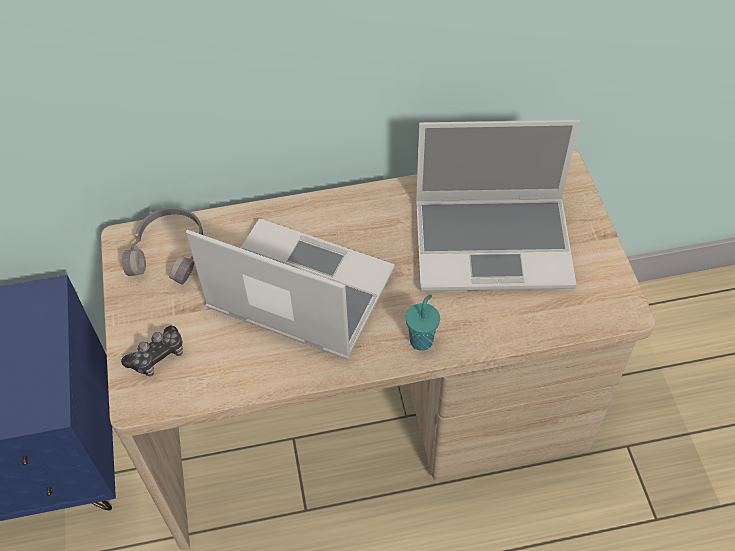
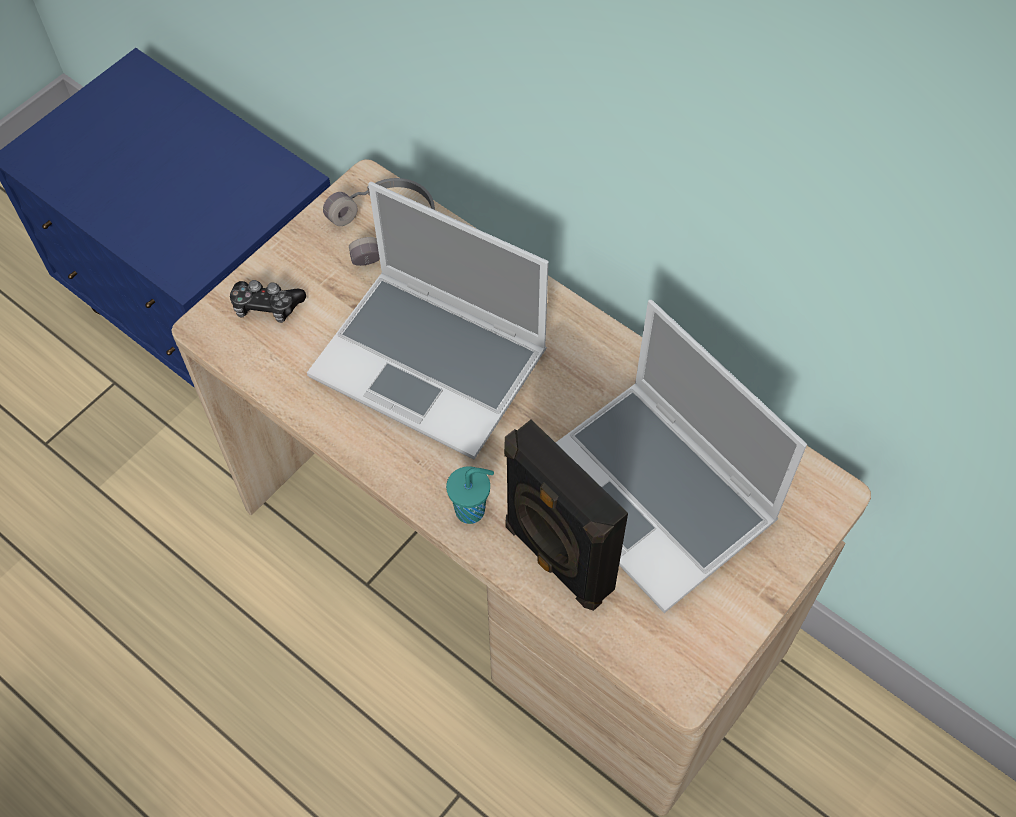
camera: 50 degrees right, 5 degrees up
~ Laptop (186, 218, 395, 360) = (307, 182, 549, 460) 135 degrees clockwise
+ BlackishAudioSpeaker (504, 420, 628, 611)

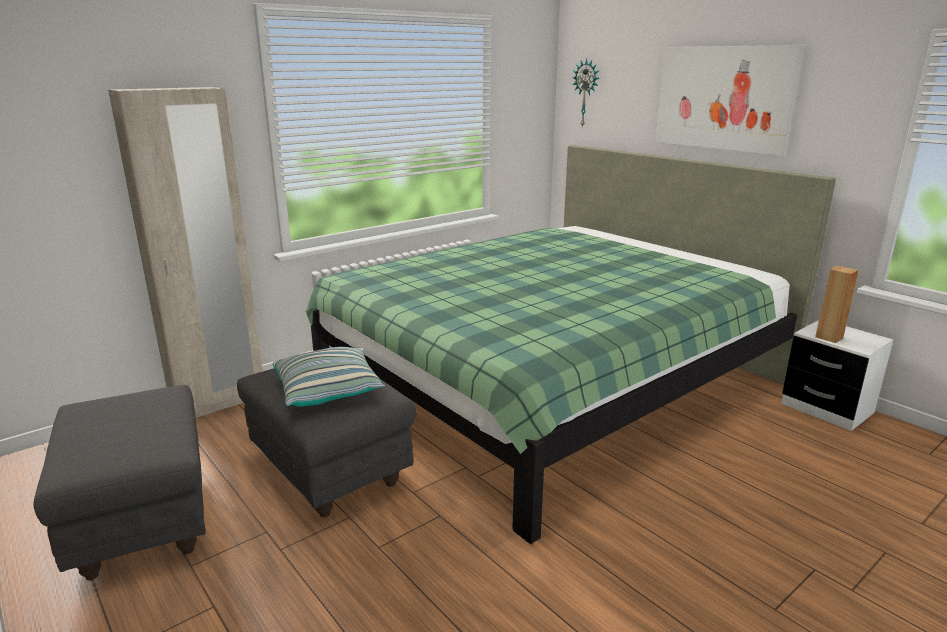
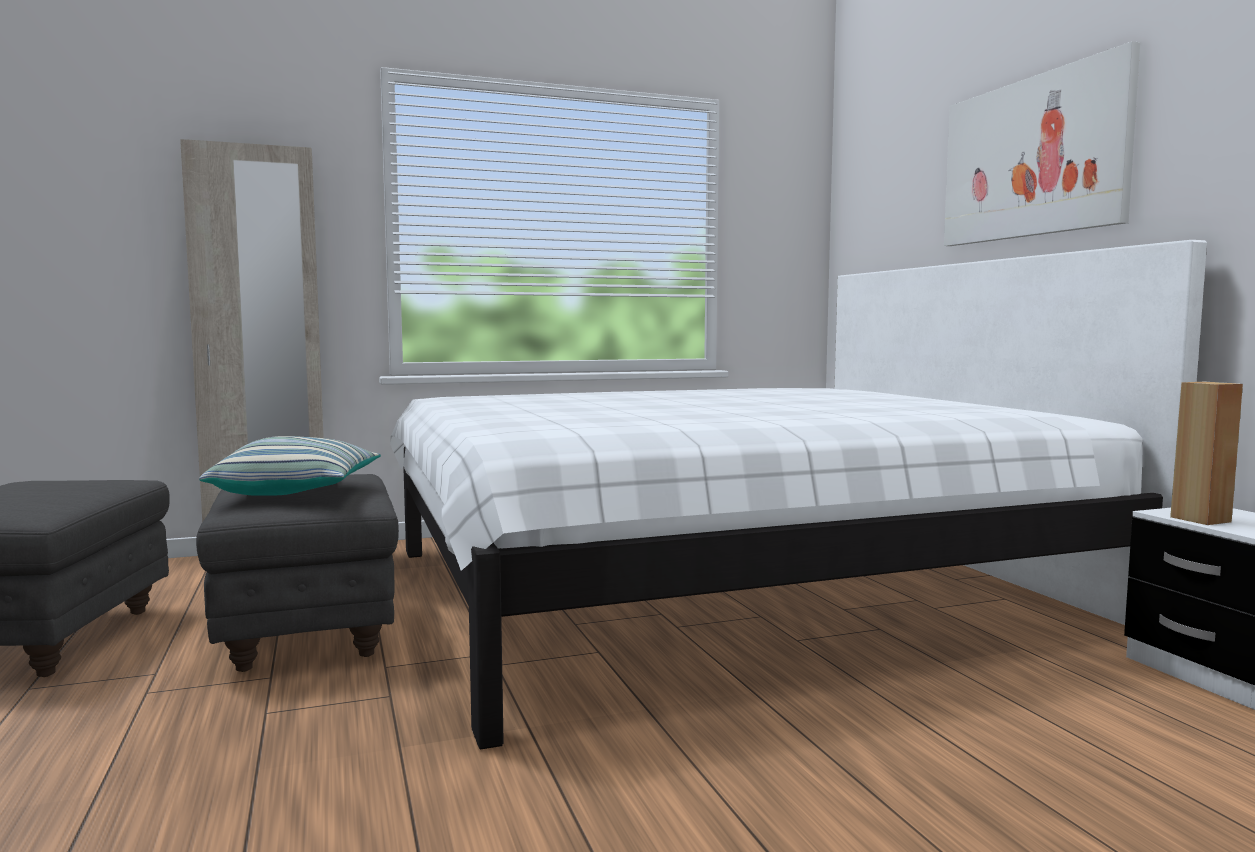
camera: 20 degrees right, 15 degrees down
~ GreenishBed (306, 145, 836, 544) to WhiteBed (390, 240, 1207, 750)
- ClockOnTheWall (572, 58, 600, 128)

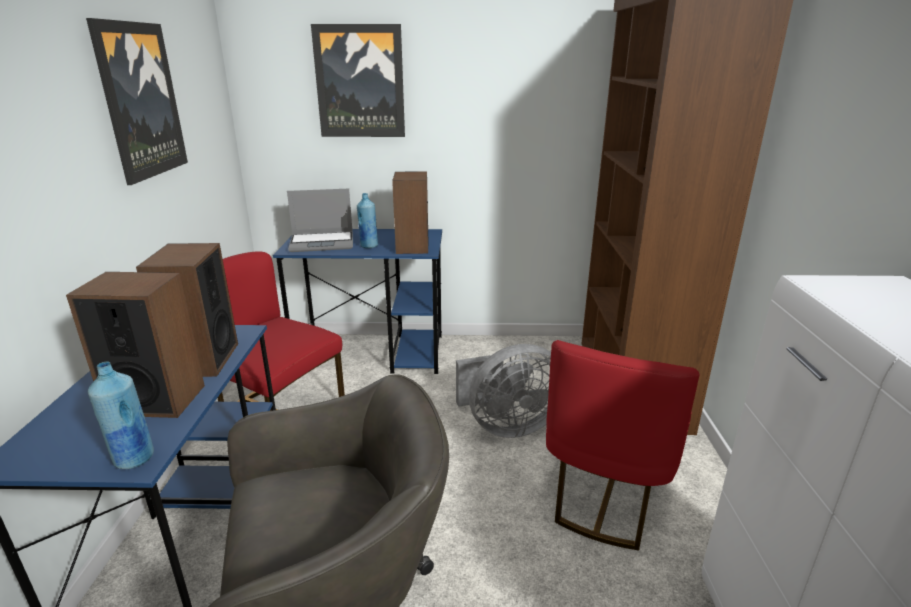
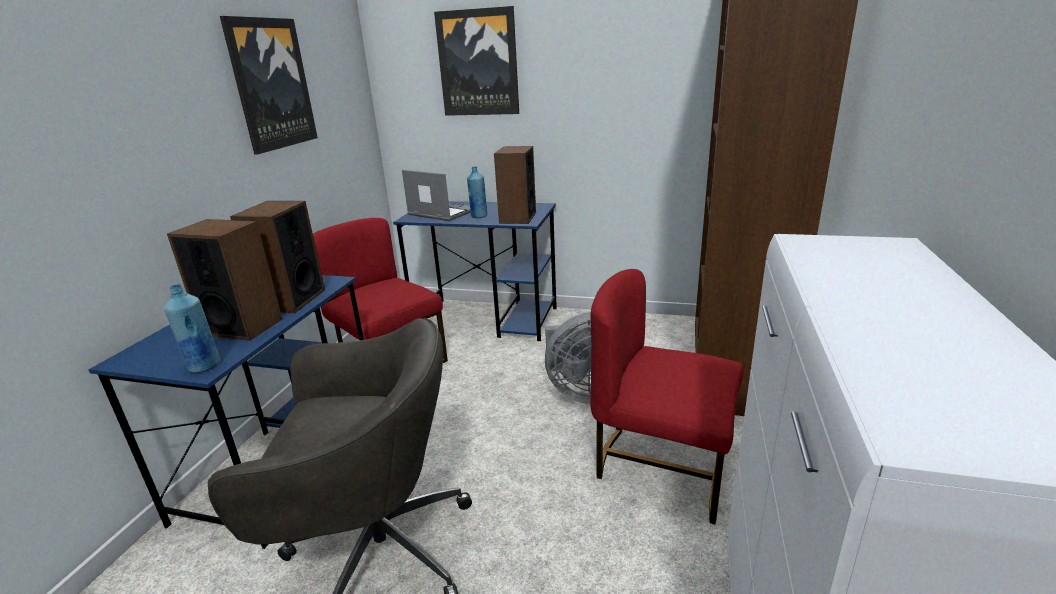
camera: 15 degrees right, 0 degrees up
~ Laptop (287, 189, 353, 252) = (402, 170, 471, 221) 150 degrees counterclockwise
~ RedColouredChair (546, 340, 700, 551) = (590, 269, 743, 524) 75 degrees clockwise

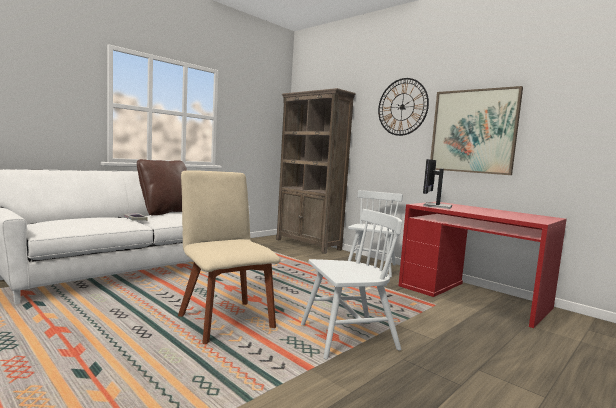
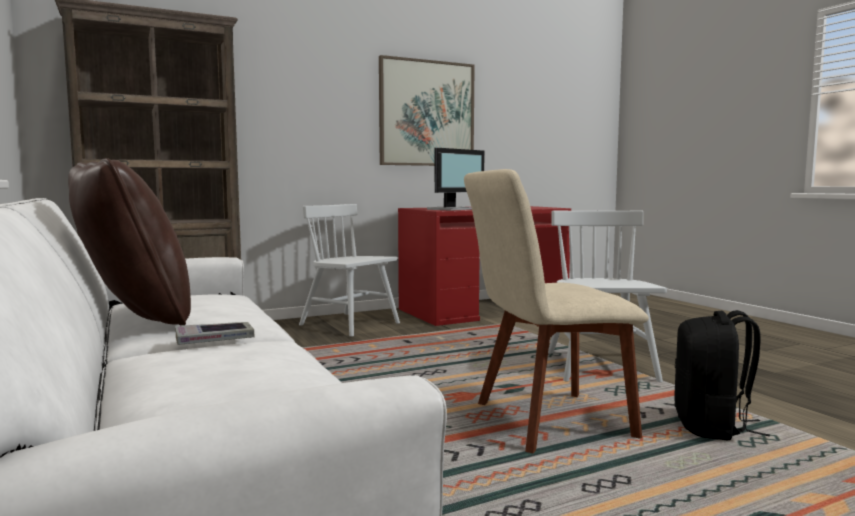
camera: 70 degrees left, 0 degrees up
- ClockOnTheWall (378, 78, 429, 136)
~ Monitor (423, 159, 452, 209) = (427, 148, 484, 211) 90 degrees counterclockwise
+ BlackishKnapsack (674, 310, 770, 441)

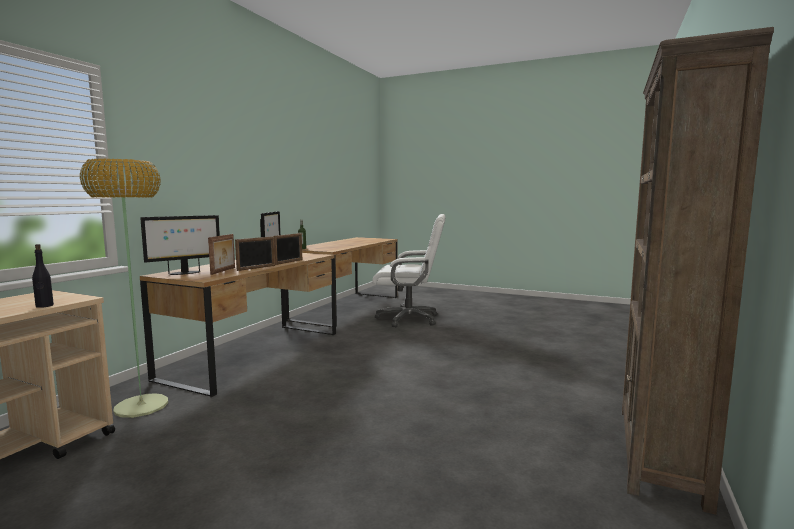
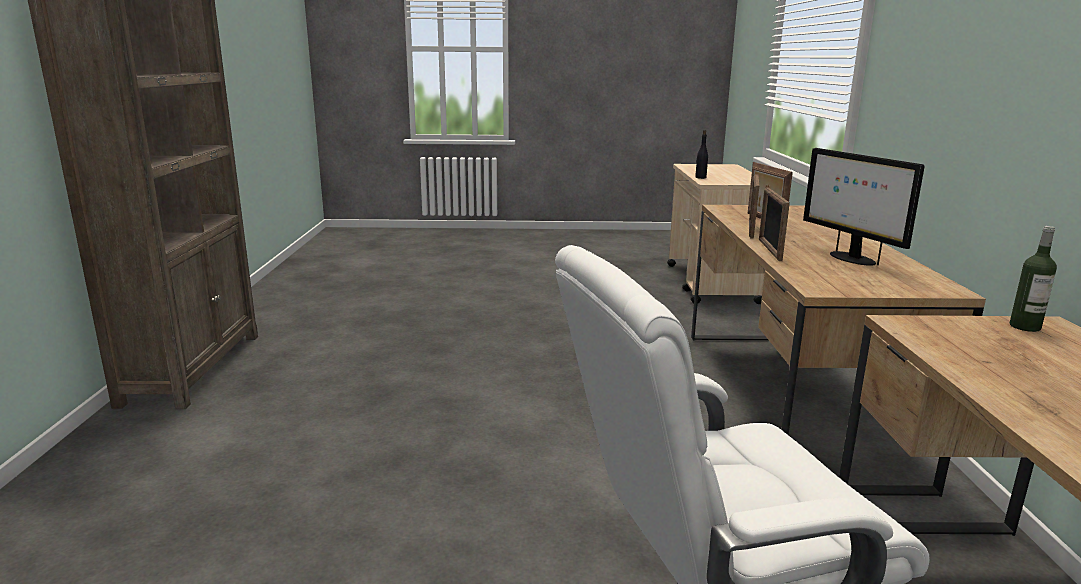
camera: 155 degrees right, 10 degrees up
- StandardLamp (80, 158, 168, 418)
- Monitor (140, 215, 220, 275)

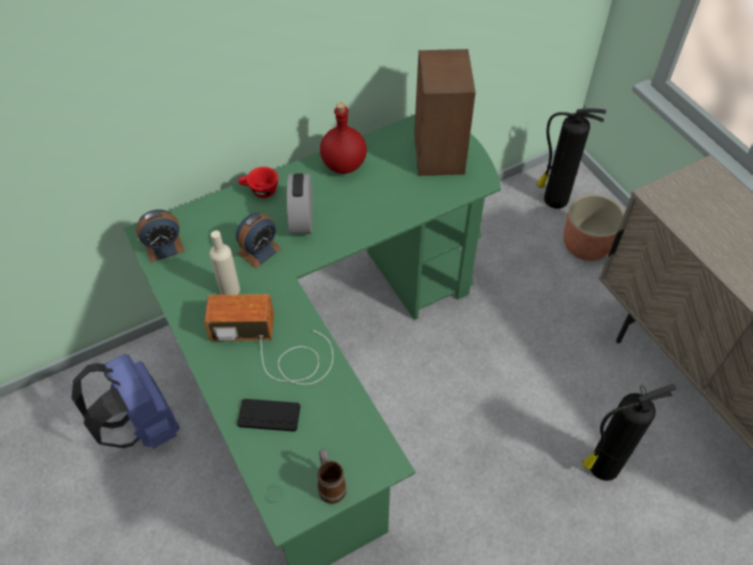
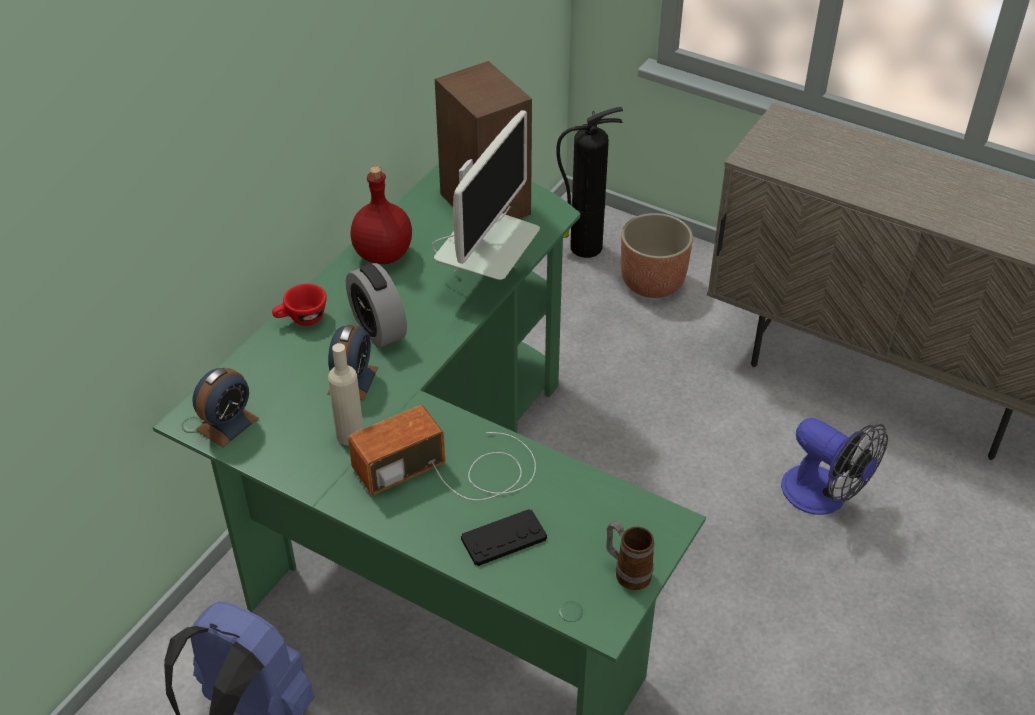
camera: 30 degrees left, 10 degrees down
~ Extinguisher (582, 384, 676, 481) to ElectricFan (781, 418, 888, 515)
+ Monitor (432, 110, 540, 280)

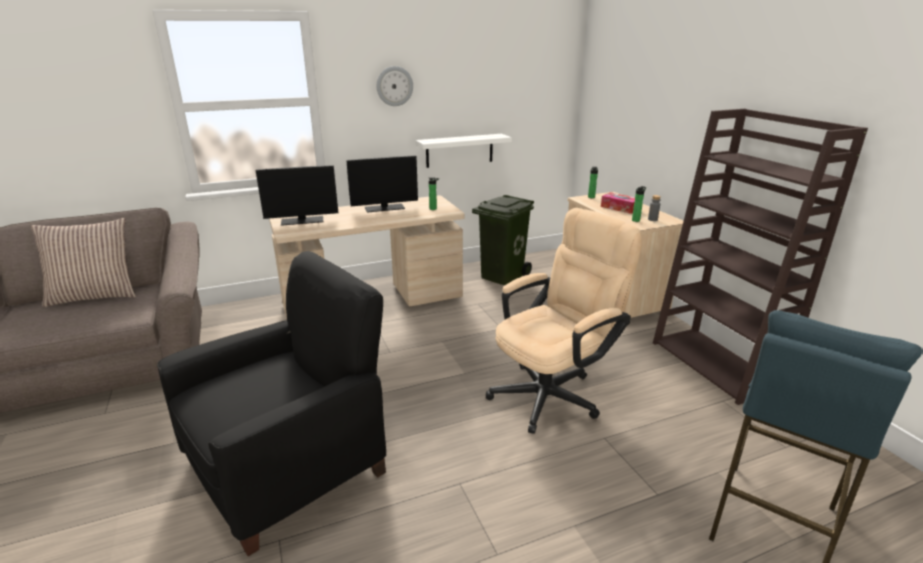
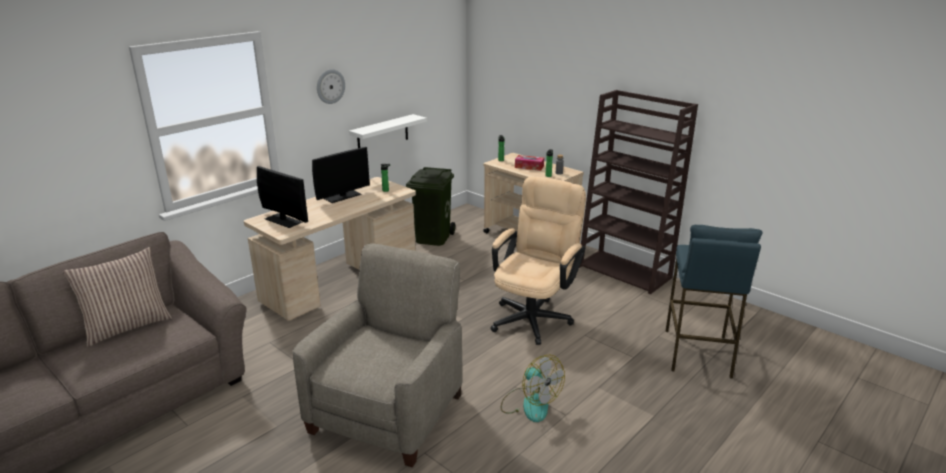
camera: 25 degrees left, 0 degrees up
~ BlackishArmchair (157, 251, 386, 556) to BeigeArmchair (292, 243, 463, 467)
~ Monitor (256, 165, 338, 226) = (257, 166, 308, 228) 105 degrees counterclockwise
+ ElectricFan (501, 355, 565, 422)

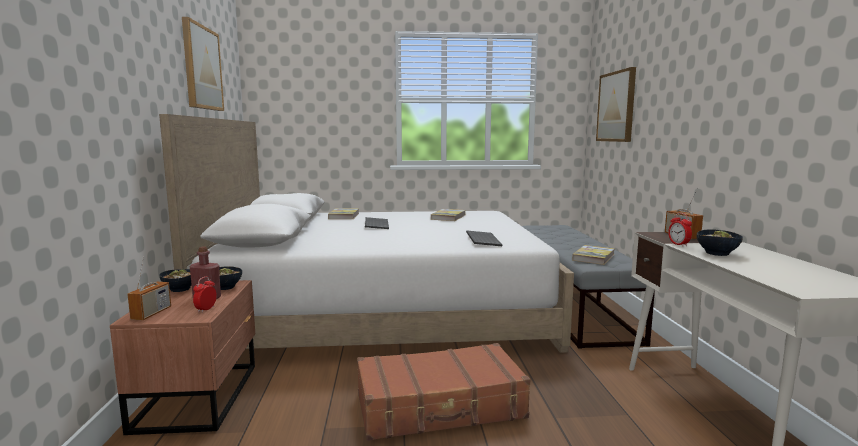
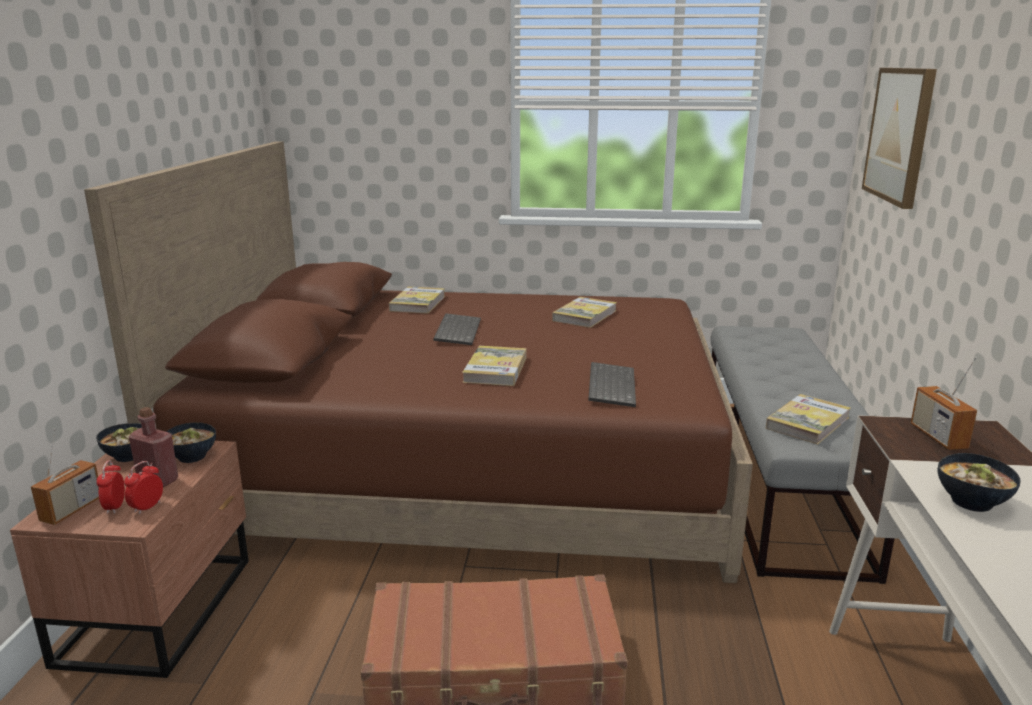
camera: 10 degrees right, 10 degrees up
~ WhiteBed (159, 114, 574, 353) to BrownColouredBed (84, 141, 753, 583)
- Picture (182, 17, 224, 111)
~ TableClock (668, 213, 692, 246) to (96, 460, 125, 514)
+ Volume (462, 346, 527, 386)

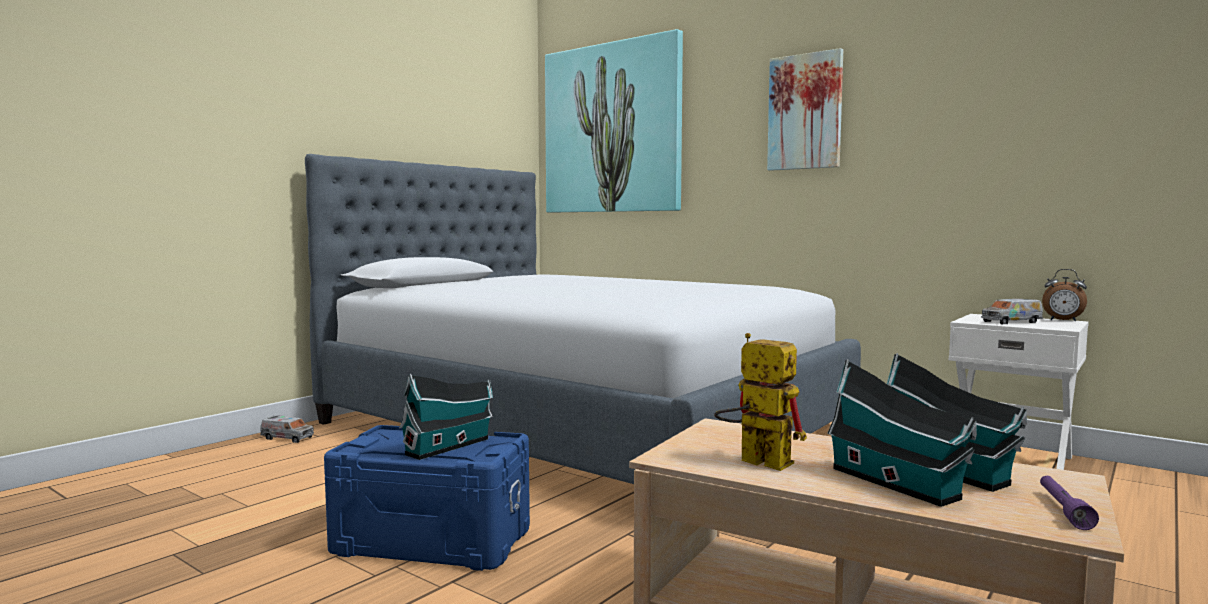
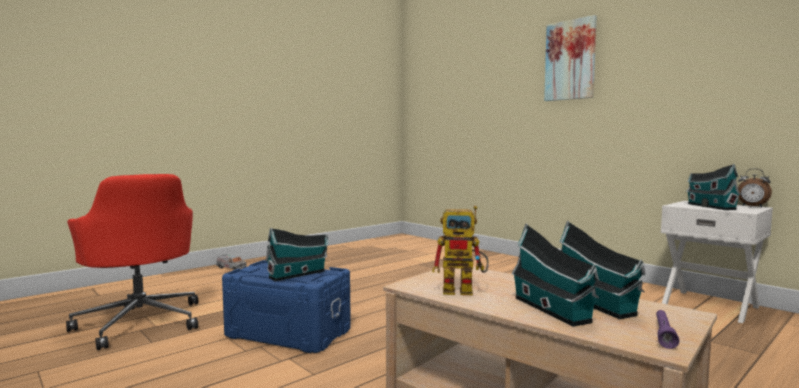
camera: 10 degrees right, 0 degrees up
- Bed (305, 154, 861, 484)
- Picture (545, 29, 683, 213)
~ ModelRobot (714, 333, 807, 471) = (432, 206, 489, 295) 135 degrees clockwise
~ ToyLorry (981, 299, 1043, 324) to ToyHouse (686, 164, 741, 210)
+ RedColouredDeskChair (66, 174, 198, 350)

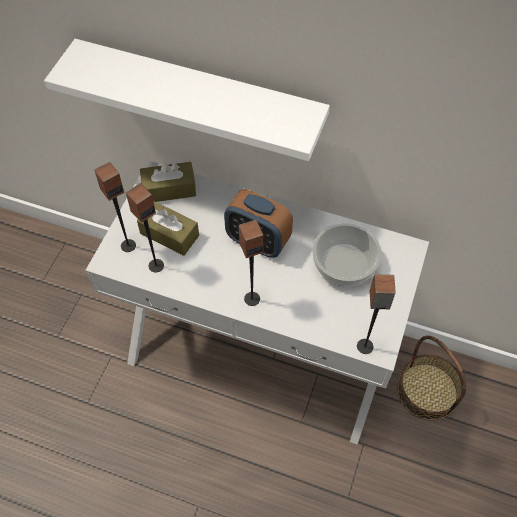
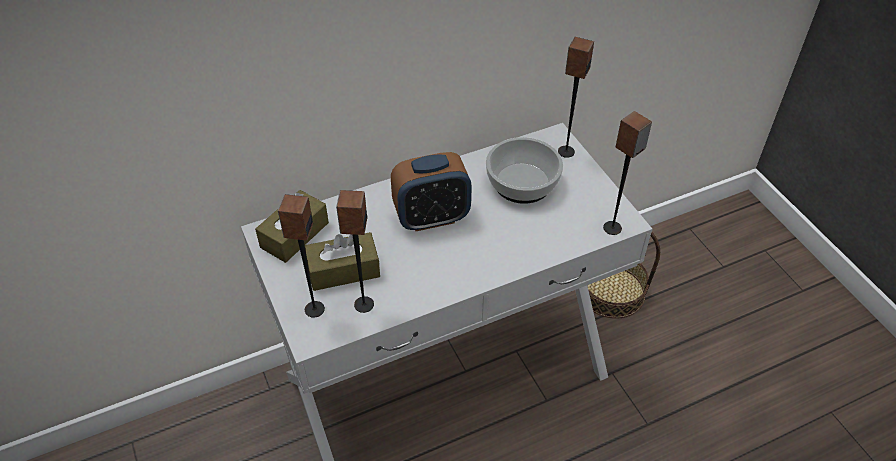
camera: 45 degrees left, 10 degrees down
- WhiteBracketShelf (44, 39, 330, 161)
~ AudioSpeaker (239, 220, 264, 306) to (558, 37, 594, 158)

